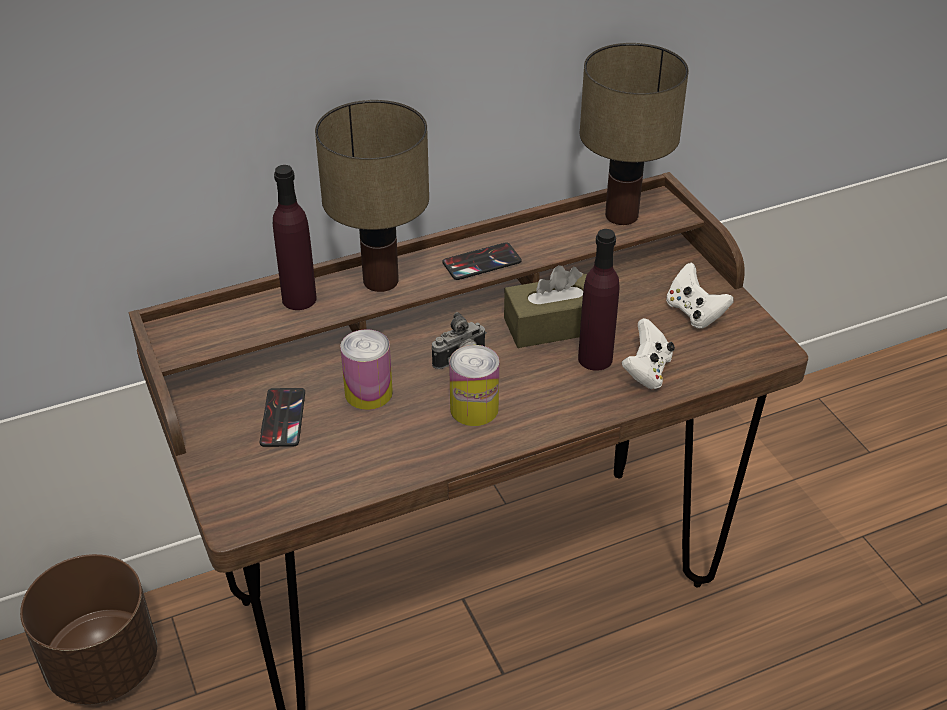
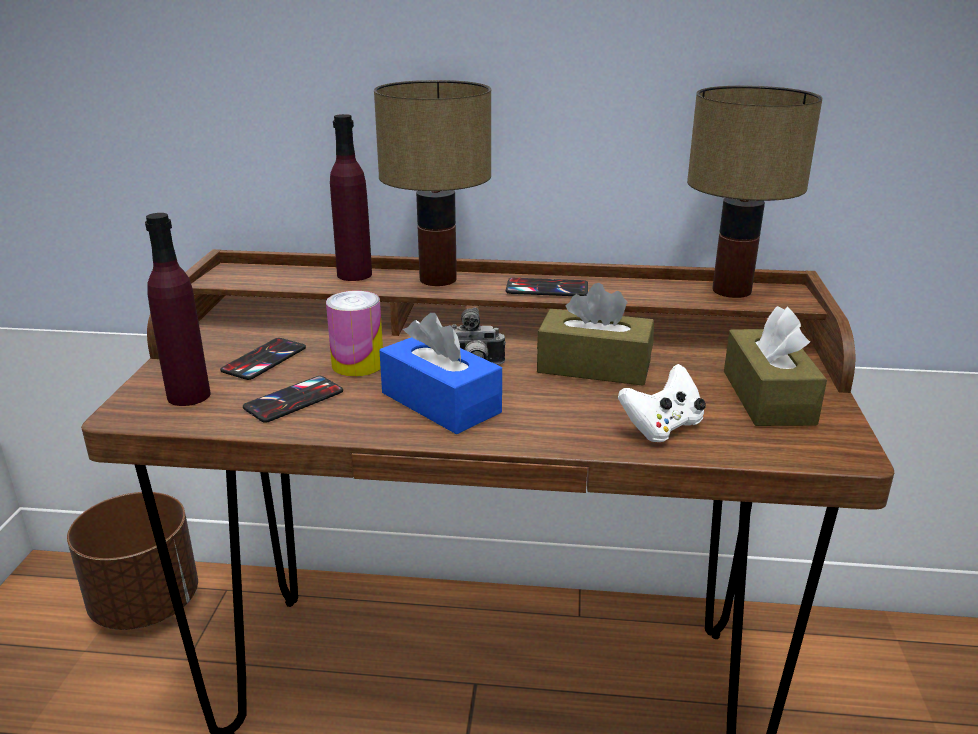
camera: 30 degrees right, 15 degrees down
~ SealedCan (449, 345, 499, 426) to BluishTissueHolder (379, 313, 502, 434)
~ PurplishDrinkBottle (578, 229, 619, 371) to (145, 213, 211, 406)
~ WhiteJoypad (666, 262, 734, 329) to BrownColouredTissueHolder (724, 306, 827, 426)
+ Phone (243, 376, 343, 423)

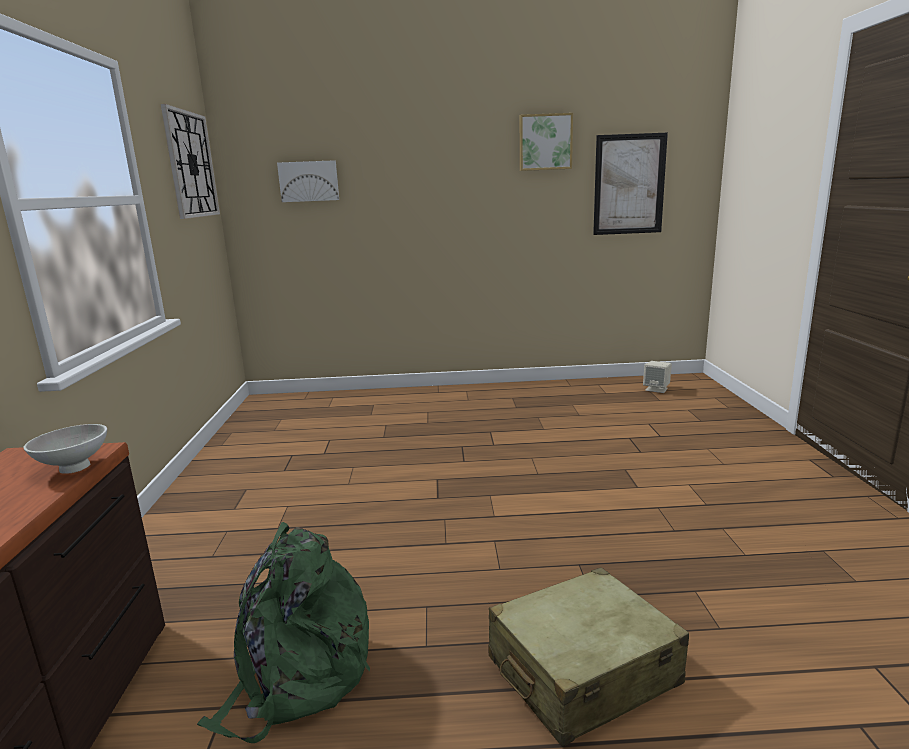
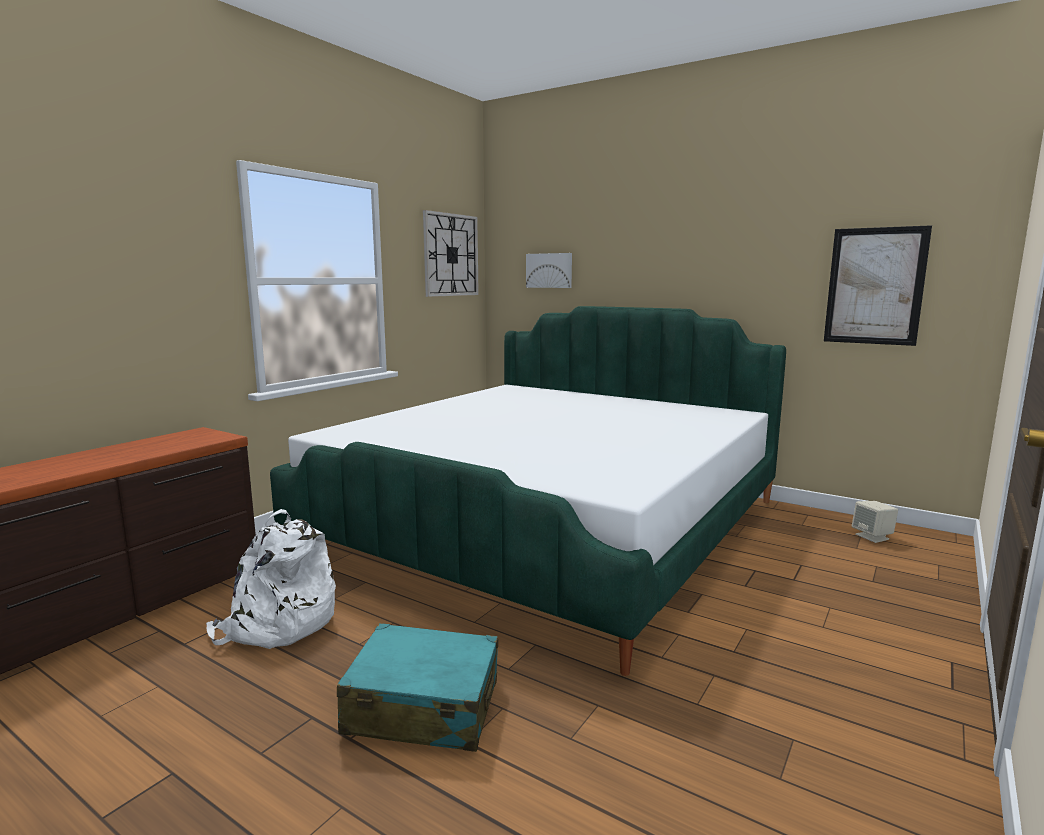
camera: 35 degrees right, 5 degrees down
- WhiteDeepDish (23, 424, 107, 474)
~ GreenishKnapsack (197, 522, 370, 743) to WhiteKnapsack (206, 509, 336, 649)
~ BeigePieceOfLuggage (488, 567, 689, 747) to TurquoiseColouredPieceOfLuggage (337, 623, 498, 752)
- Picture (520, 113, 573, 171)
+ Bed (270, 306, 786, 676)

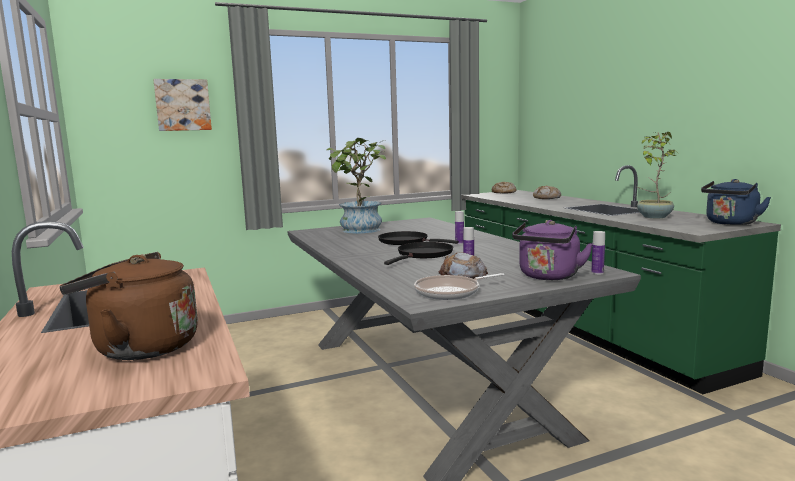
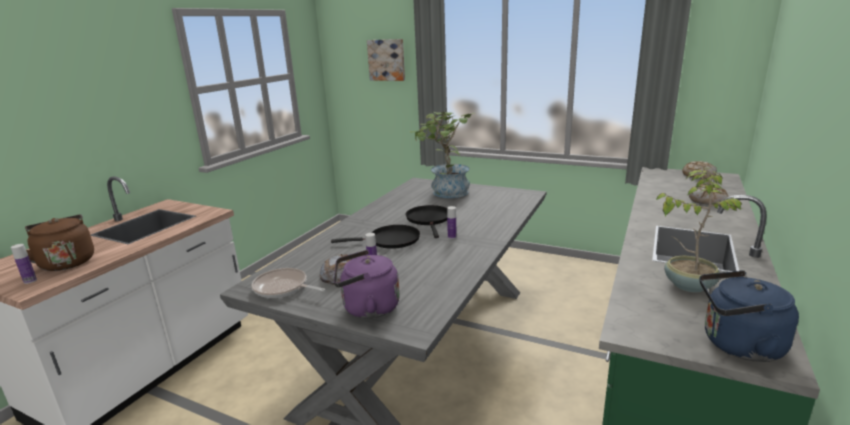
camera: 50 degrees right, 10 degrees up
~ DrinkBottle (591, 231, 605, 275) to (11, 244, 37, 284)

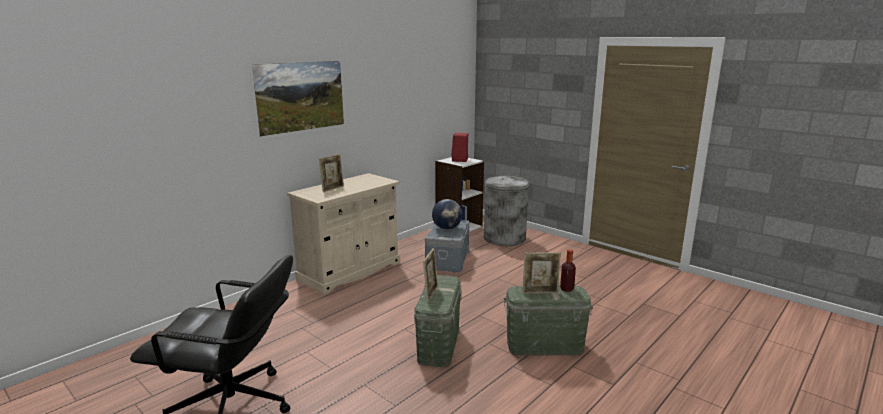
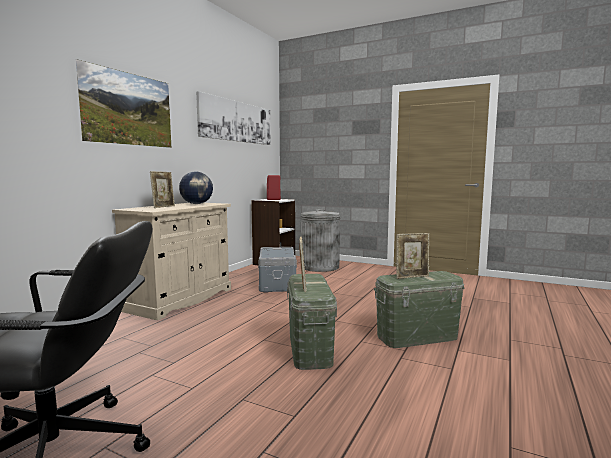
camera: 15 degrees left, 10 degrees down
~ DeskGlobe (432, 199, 462, 230) to (179, 171, 213, 204)
- DrinkBottle (560, 249, 576, 292)
+ Picture (196, 91, 271, 145)

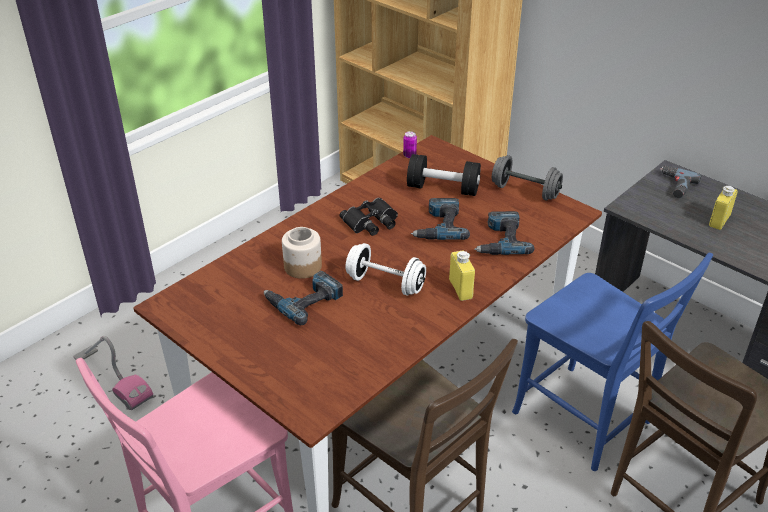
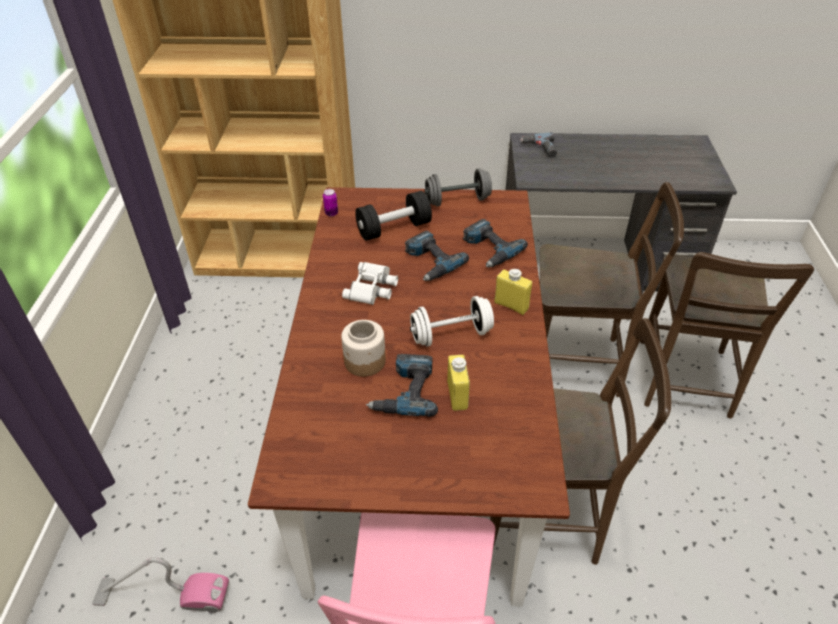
camera: 40 degrees left, 5 degrees up
~ BlackishFieldGlasses (340, 198, 398, 236) to WhiteFieldGlasses (342, 262, 398, 305)
~ BluishChair (512, 253, 713, 471) to BrownColouredChair (539, 182, 684, 397)
~ YellowDrinkBottle (709, 186, 738, 230) to (447, 355, 470, 411)

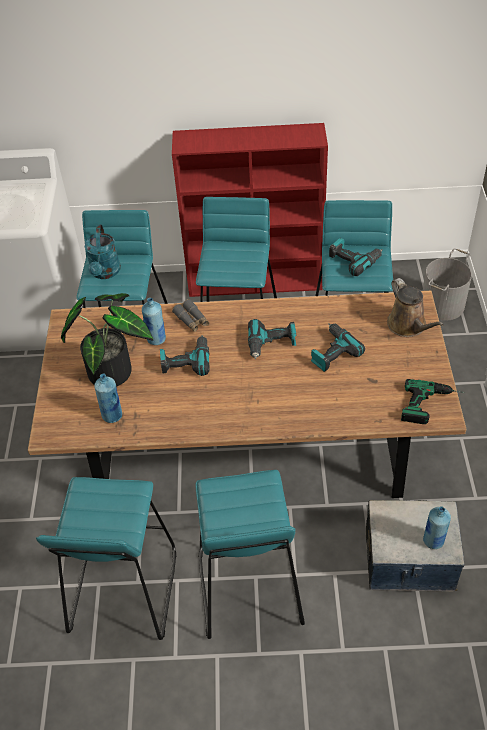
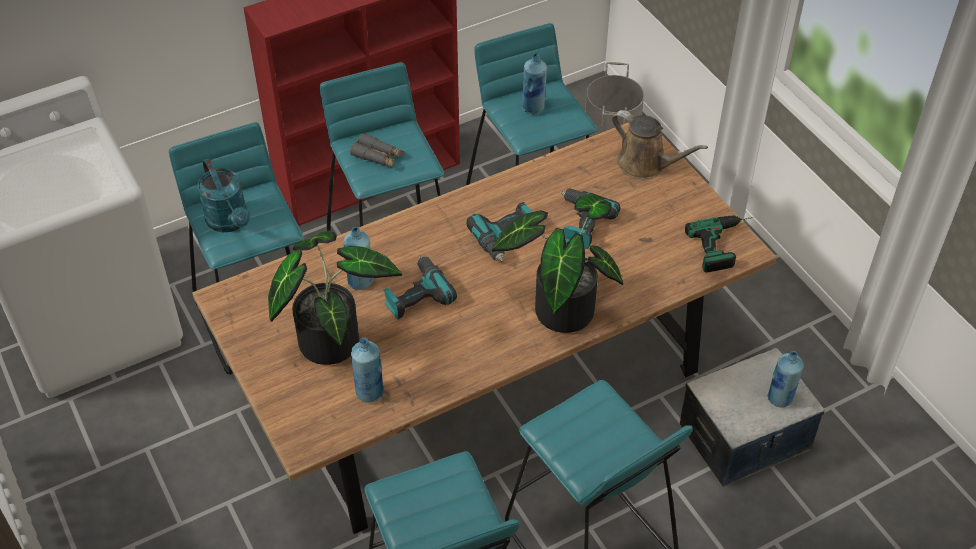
camera: 30 degrees left, 0 degrees up
~ GreyFieldGlasses (172, 299, 209, 332) to (350, 133, 403, 167)
~ Drill (329, 238, 383, 276) to BluishDrinkBottle (522, 53, 547, 114)
+ PlantInAPot (492, 194, 623, 333)

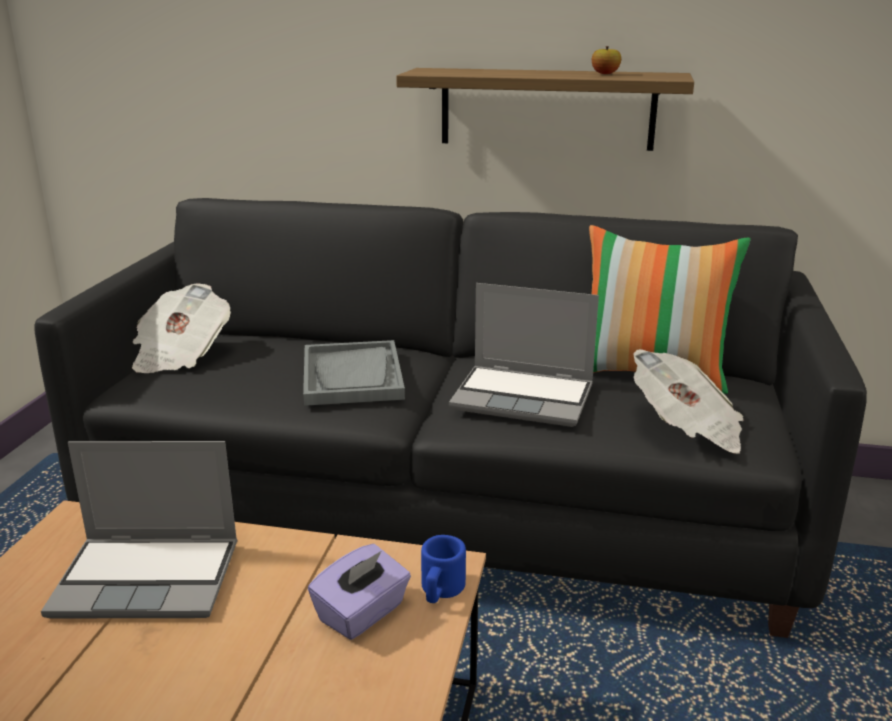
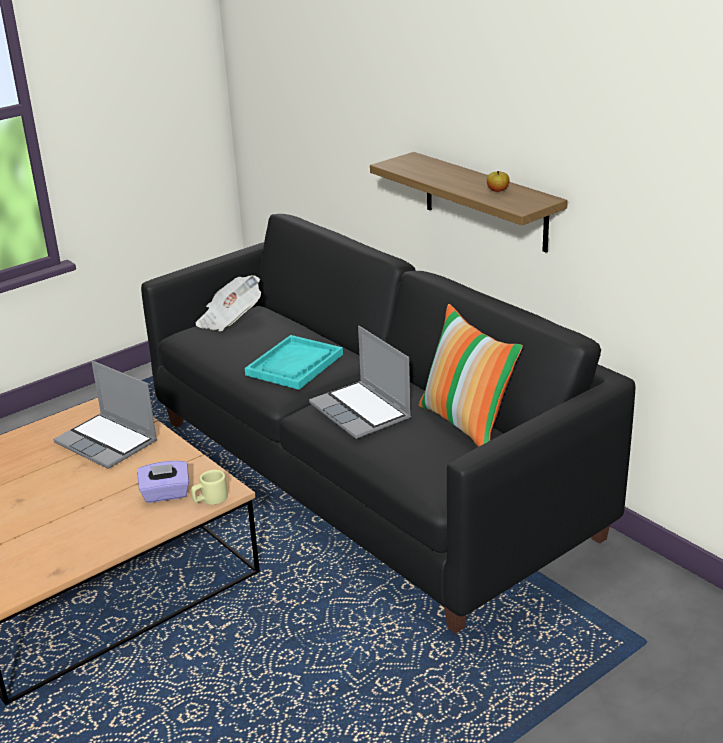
camera: 40 degrees right, 5 degrees up
~ GreyServingTray (303, 340, 405, 406) to TurquoiseColouredServingTray (245, 335, 343, 390)
~ BluishTeaMug (421, 535, 466, 603) to BeigeTeaMug (191, 469, 228, 505)
- DailyPaper (633, 349, 743, 454)

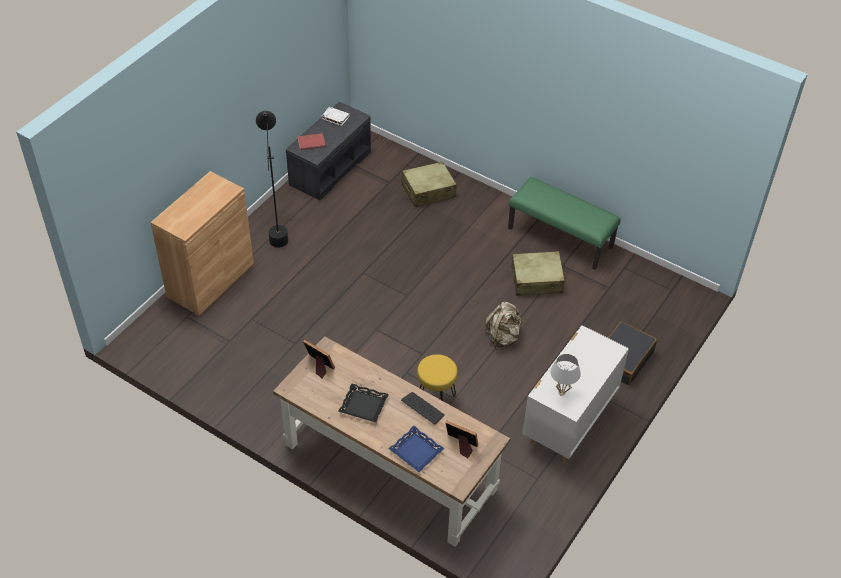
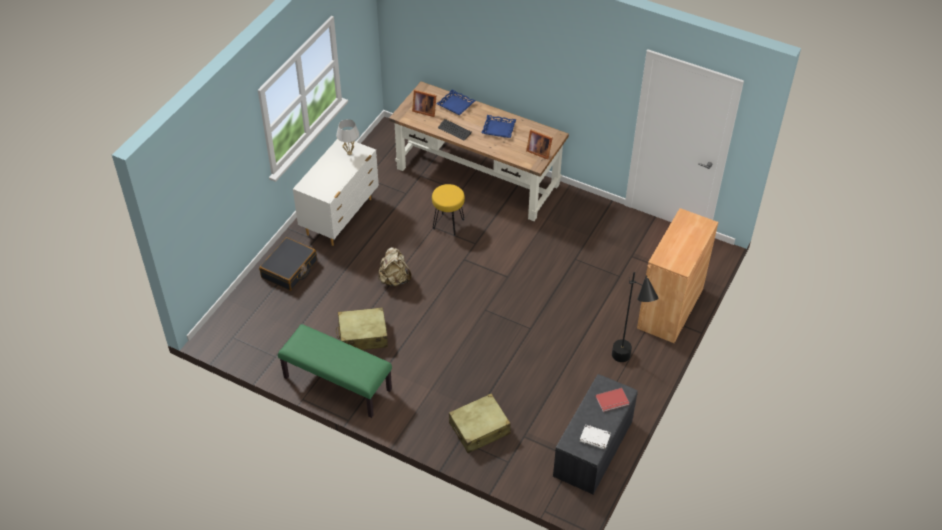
camera: 175 degrees right, 0 degrees up
~ BlackishServingTray (338, 383, 389, 423) to BluishServingTray (481, 115, 516, 138)

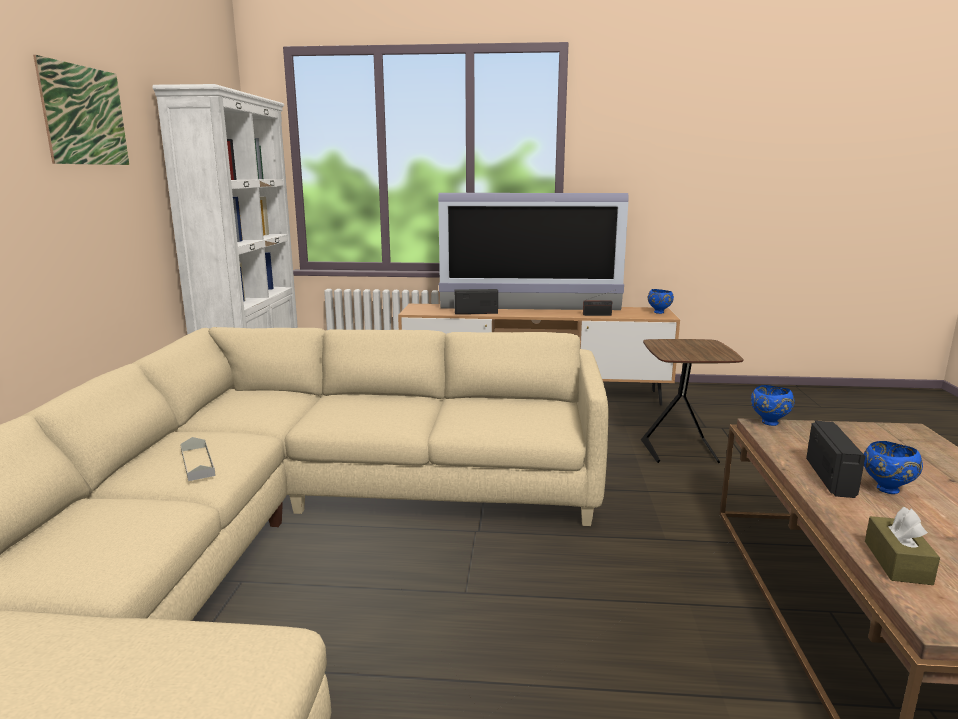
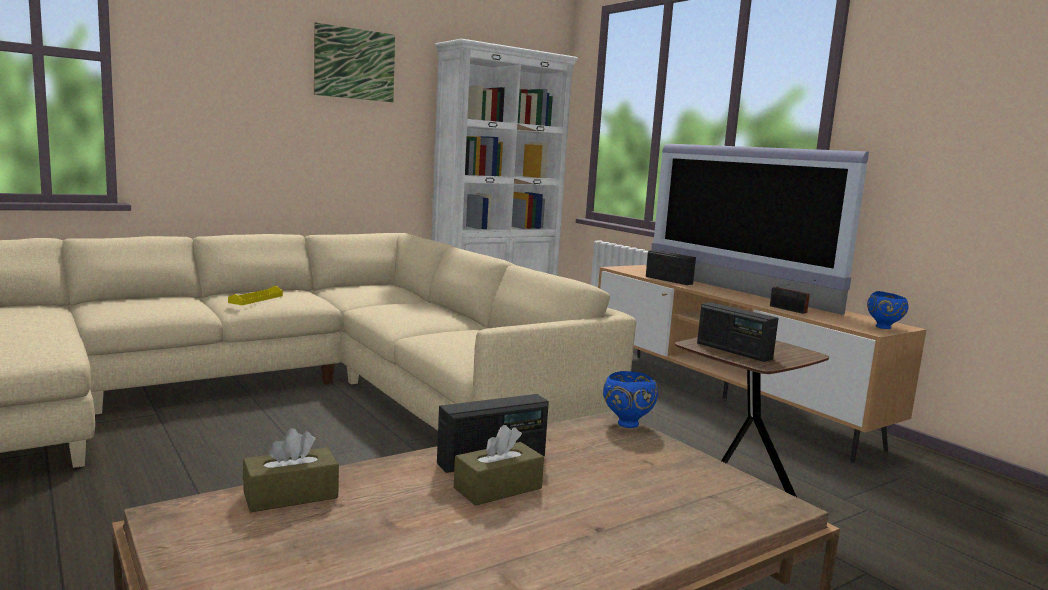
camera: 50 degrees right, 5 degrees down
~ GreyServingTray (180, 437, 216, 481) to YellowServingTray (228, 286, 283, 305)
~ BluishDeepDish (864, 441, 923, 494) to BrownColouredTissueHolder (454, 425, 544, 506)
+ RadioReceiver (697, 302, 779, 362)

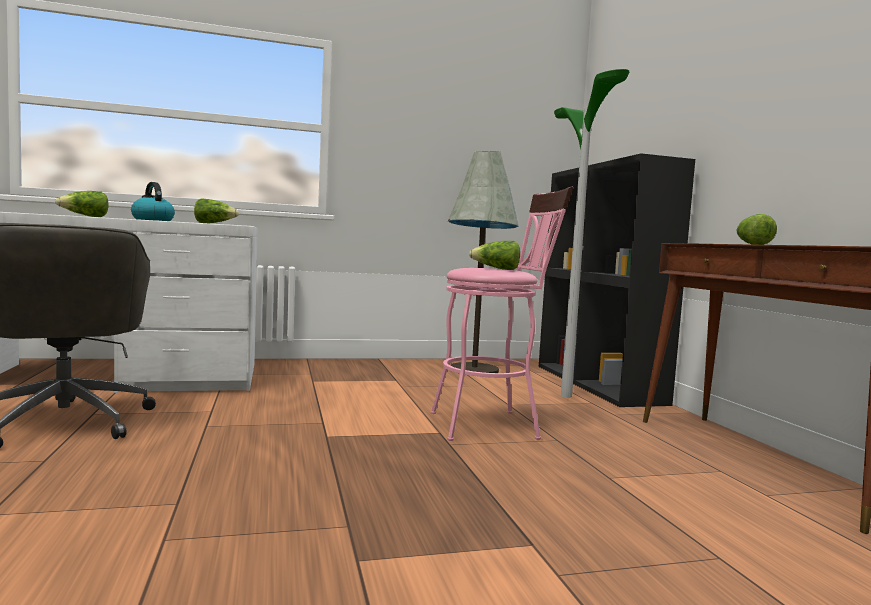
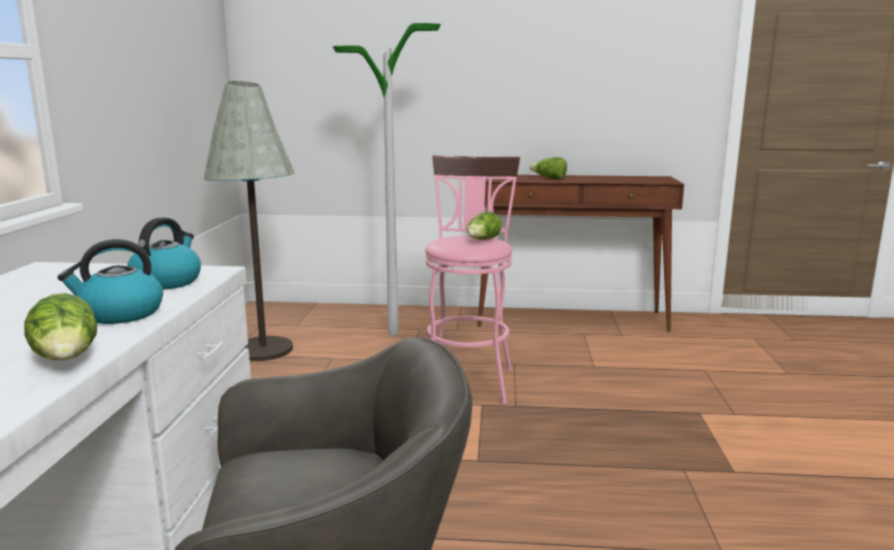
camera: 70 degrees left, 10 degrees up
~ LettuceHead (194, 199, 239, 223) to TeaKettle (127, 217, 201, 290)
- BlackishShelvingUnit (539, 153, 695, 407)

